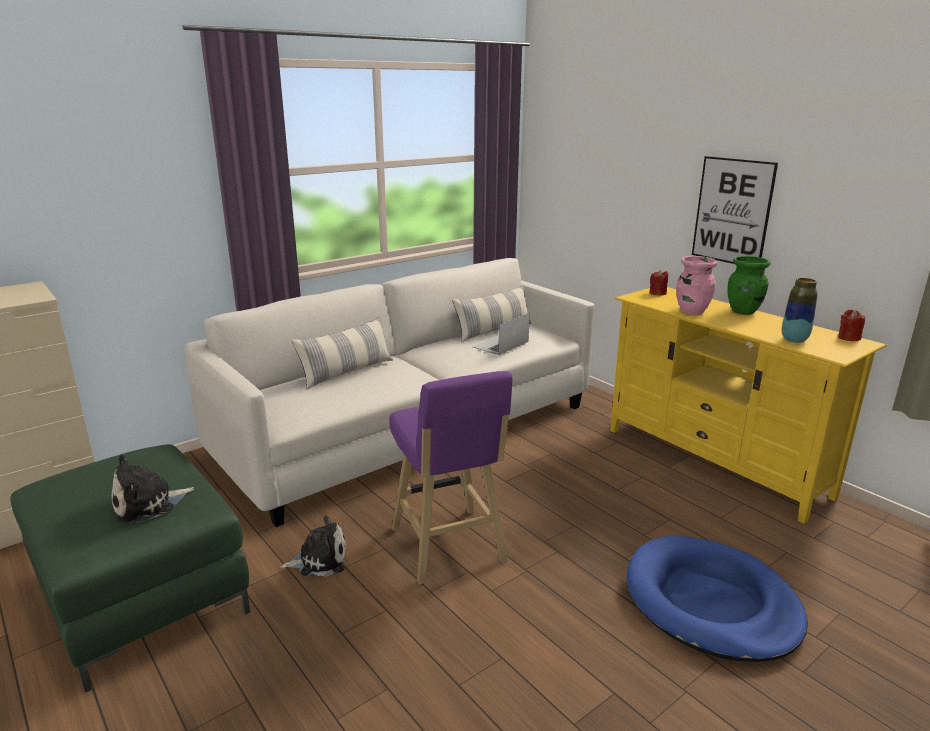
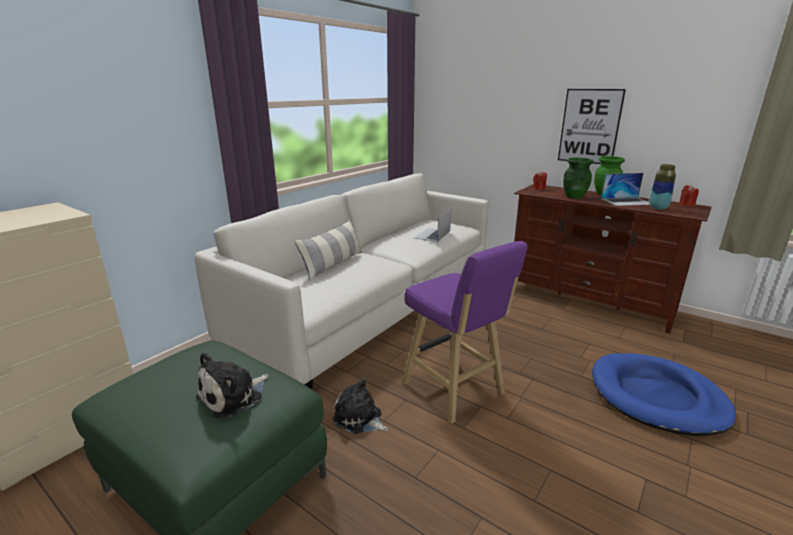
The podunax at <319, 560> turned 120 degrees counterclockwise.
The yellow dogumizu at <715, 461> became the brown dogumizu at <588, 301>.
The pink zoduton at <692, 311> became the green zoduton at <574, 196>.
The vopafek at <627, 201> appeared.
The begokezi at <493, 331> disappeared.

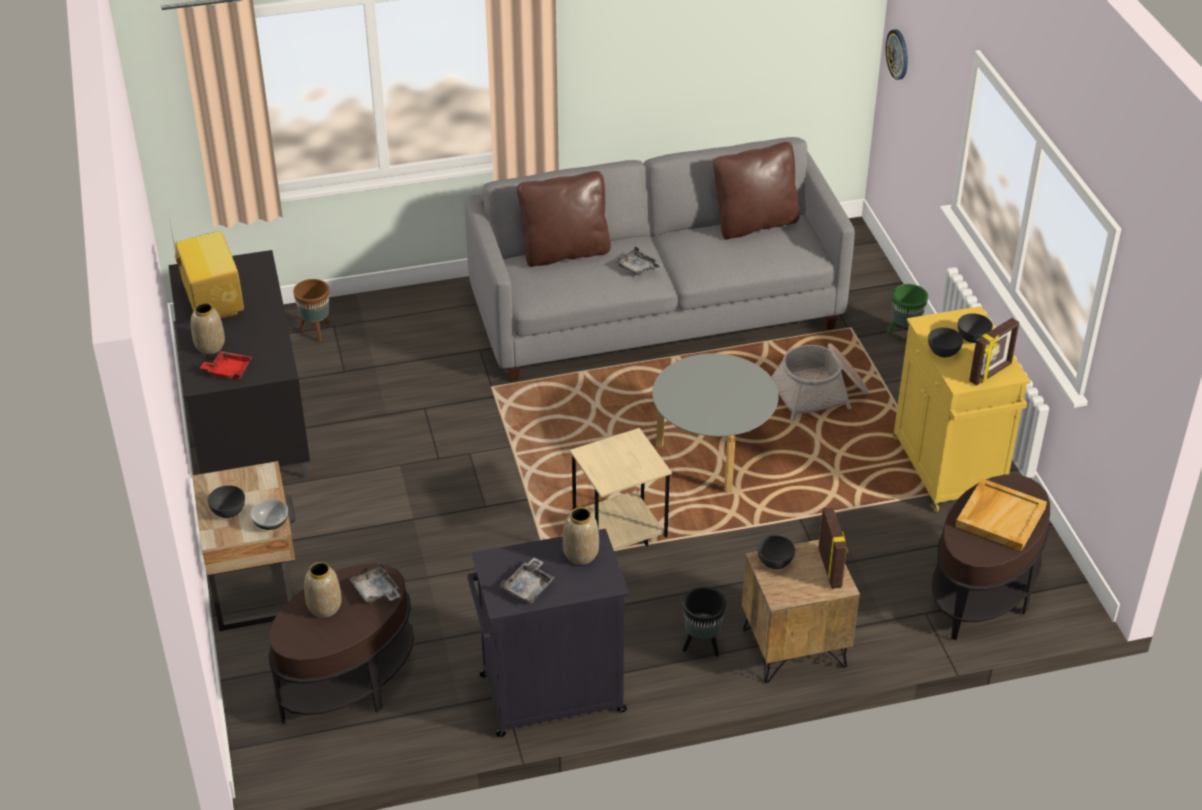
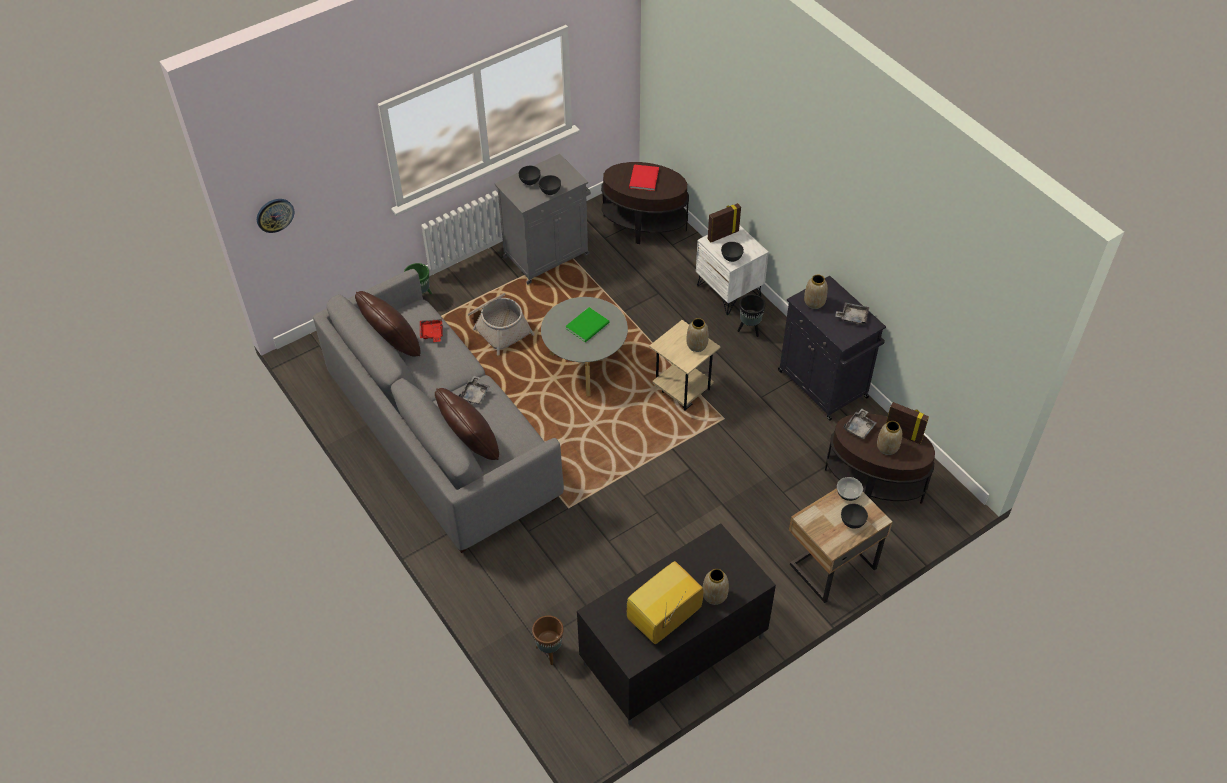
The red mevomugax moved from <228, 370> to <432, 333>.
The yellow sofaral at <948, 470> became the grey sofaral at <547, 255>.
The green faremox at <589, 325> appeared.
The beige mevomugax at <1000, 516> was replaced by the red faremox at <643, 179>.
The zoduton at <696, 345> appeared.
The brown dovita at <794, 649> became the white dovita at <729, 291>.
The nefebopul moved from <991, 373> to <903, 434>.

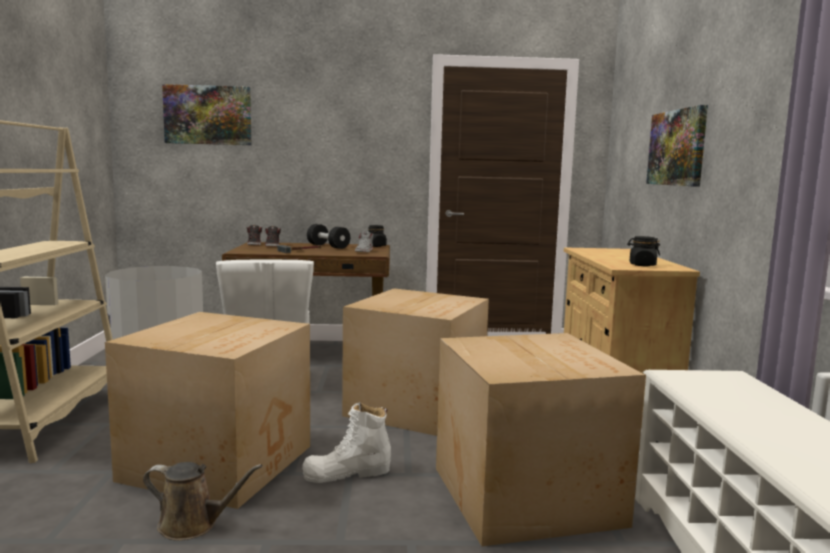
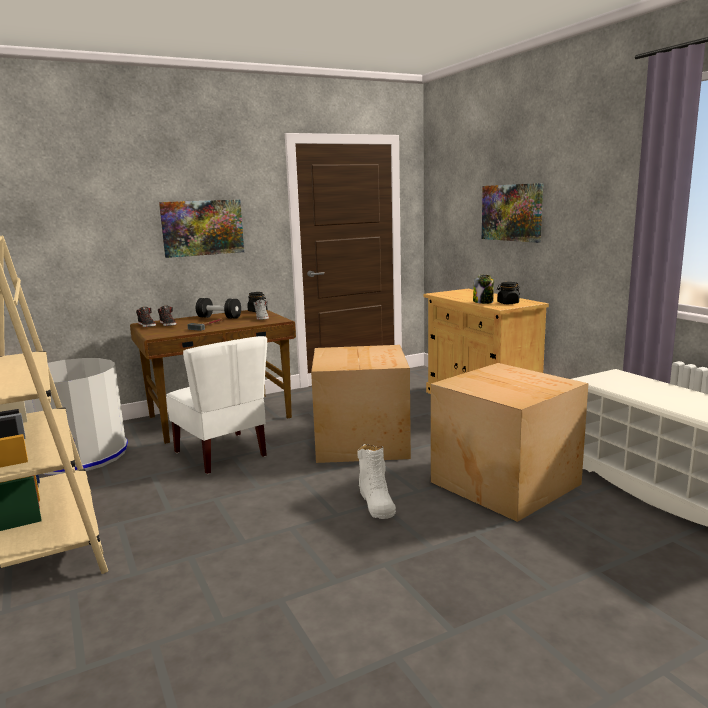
The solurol moved from <208, 115> to <202, 228>.
The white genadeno at <347, 473> turned 60 degrees counterclockwise.
The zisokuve at <483, 302> appeared.
The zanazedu at <221, 462> disappeared.
The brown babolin at <193, 525> disappeared.

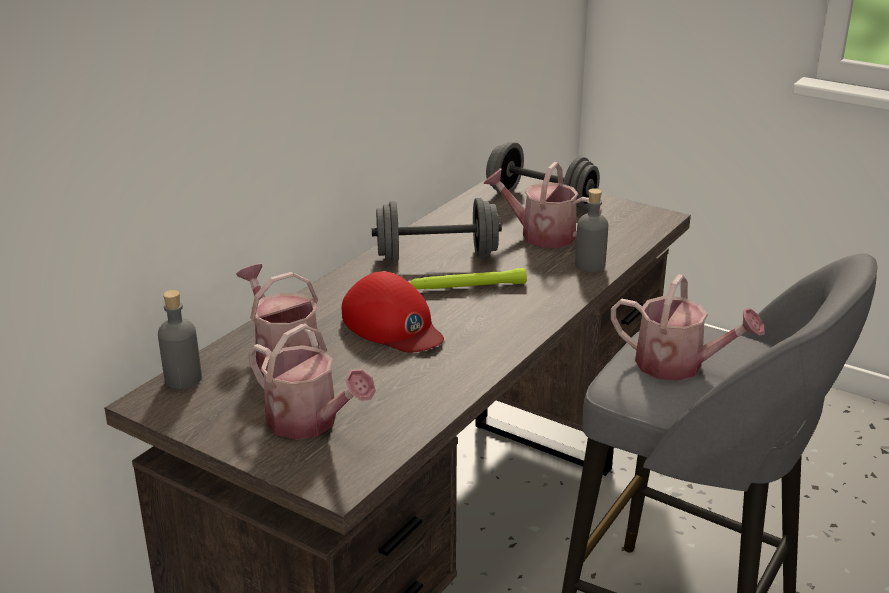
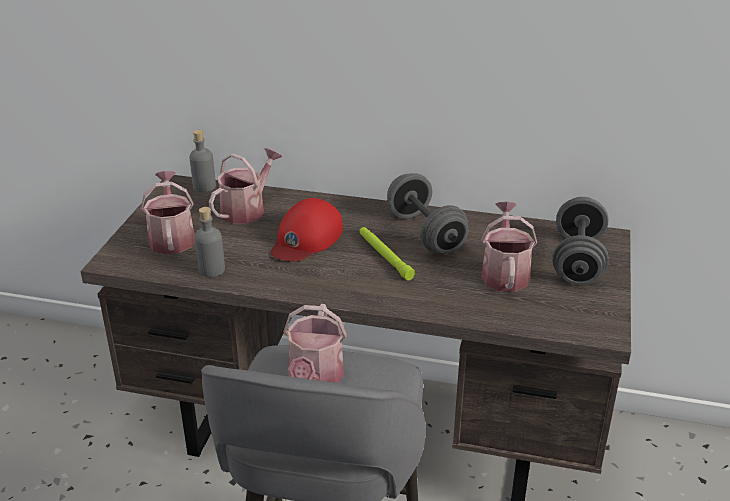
The babolin at <310, 423> turned 150 degrees clockwise.
The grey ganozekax moved from <590, 265> to <211, 270>.

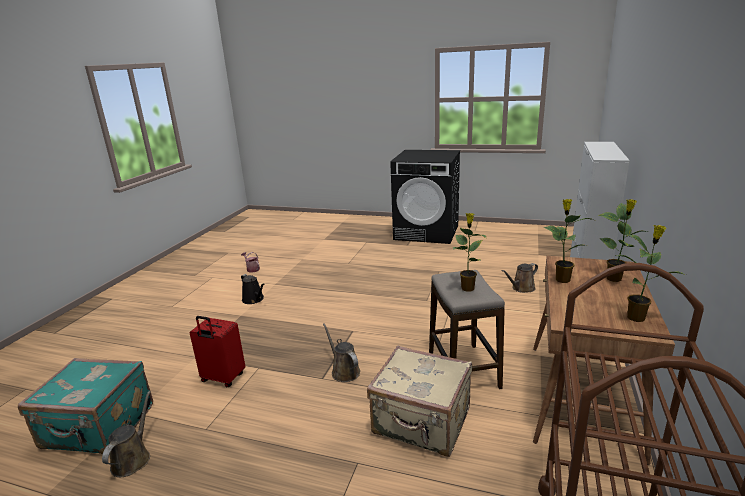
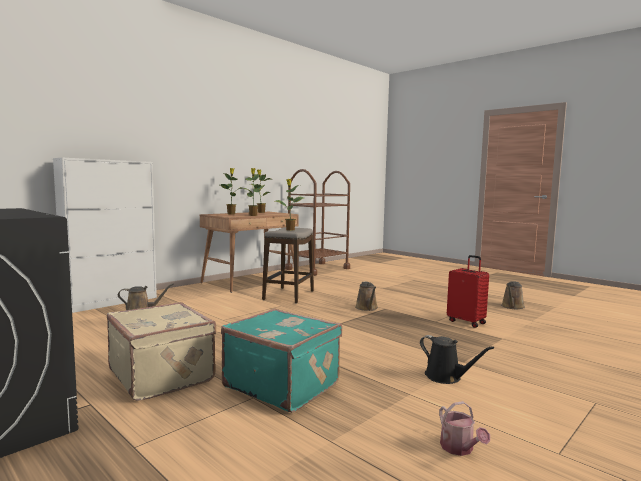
The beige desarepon moved from <422, 423> to <163, 375>.
The turquoise desarepon moved from <98, 428> to <282, 384>.
The black babolin at <254, 299> turned 150 degrees clockwise.

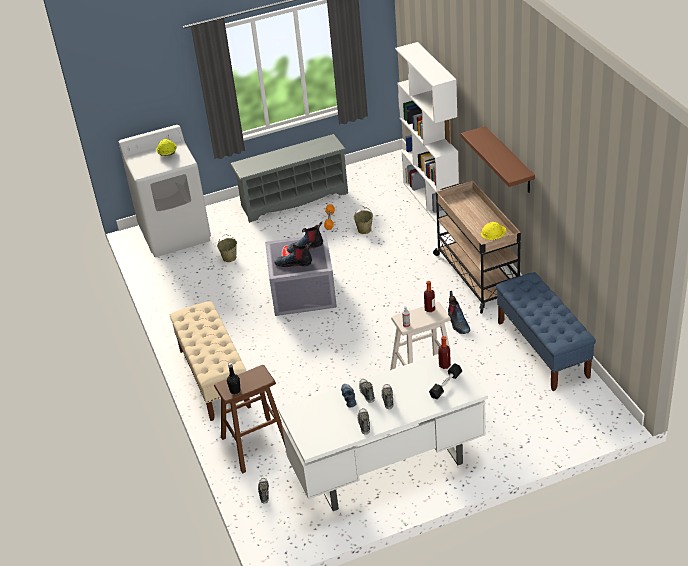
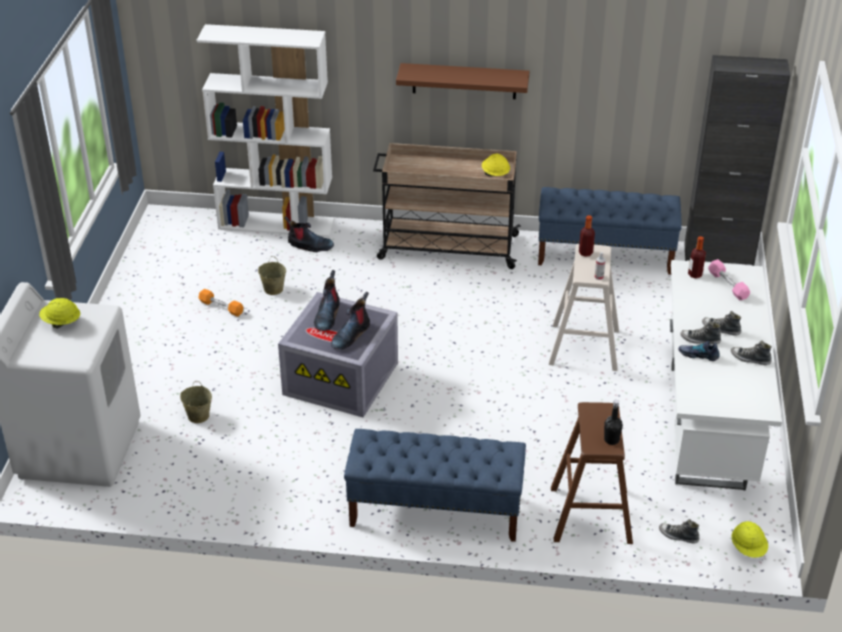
The genadeno moved from <458, 323> to <309, 246>.
The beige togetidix at <214, 378> became the blue togetidix at <434, 511>.
The black sofaral at <718, 254> appeared.
The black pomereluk at <445, 385> became the pink pomereluk at <728, 285>.
The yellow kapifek at <748, 548> appeared.
The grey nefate at <294, 199> disappeared.

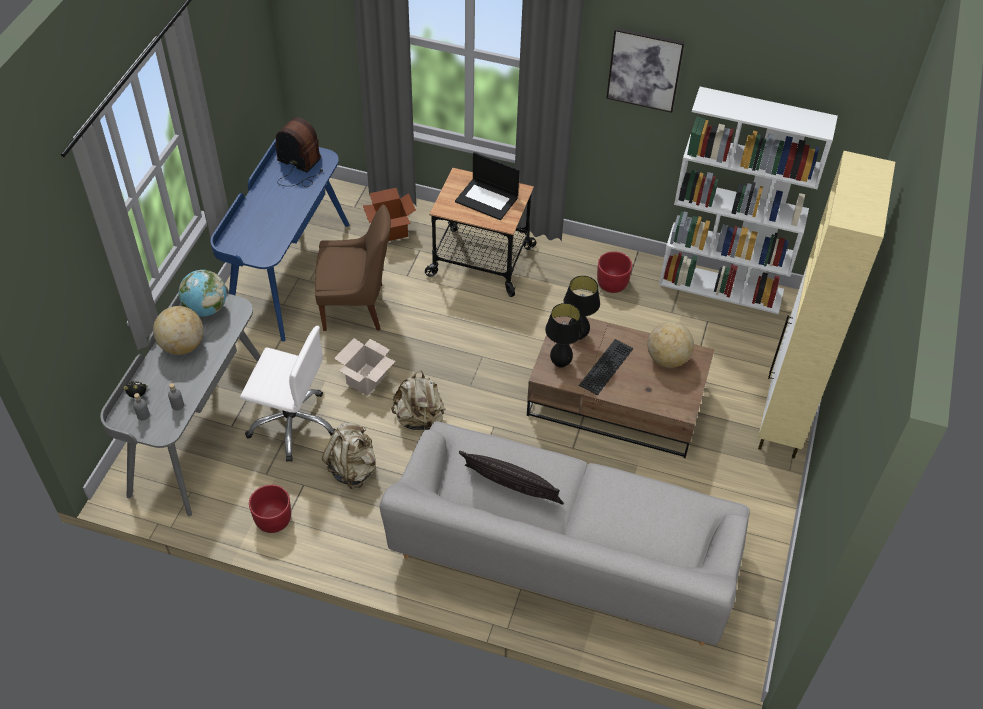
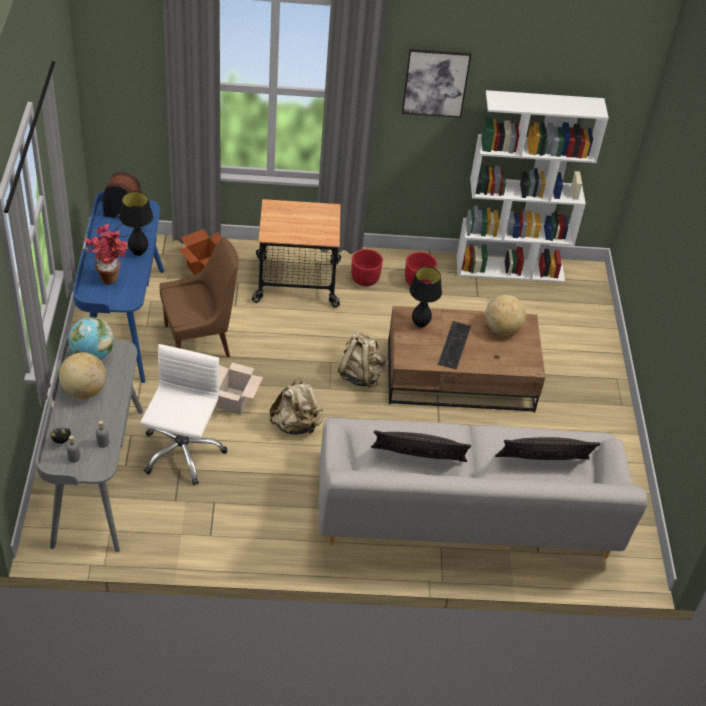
The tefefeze at <110, 275> appeared.
The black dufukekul moved from <560, 363> to <138, 253>.
The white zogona at <292, 423> turned 75 degrees counterclockwise.
The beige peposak moved from <352, 468> to <360, 375>.
The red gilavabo moved from <273, 519> to <364, 279>.
The begokezi at <542, 462> appeared.
The vopafek at <487, 199> disappeared.
The beige sofaral at <782, 421> disappeared.

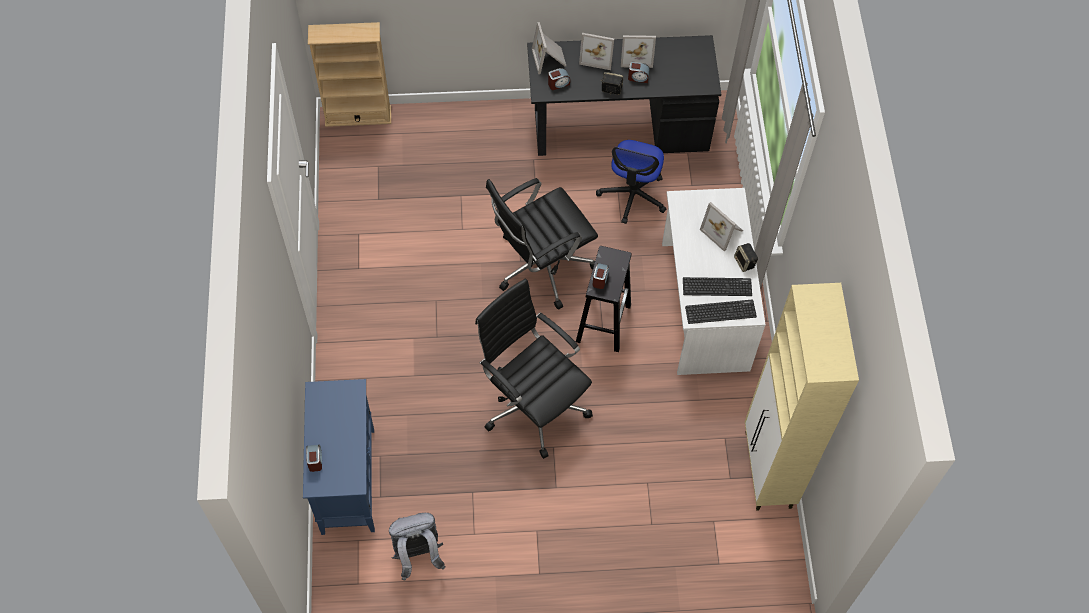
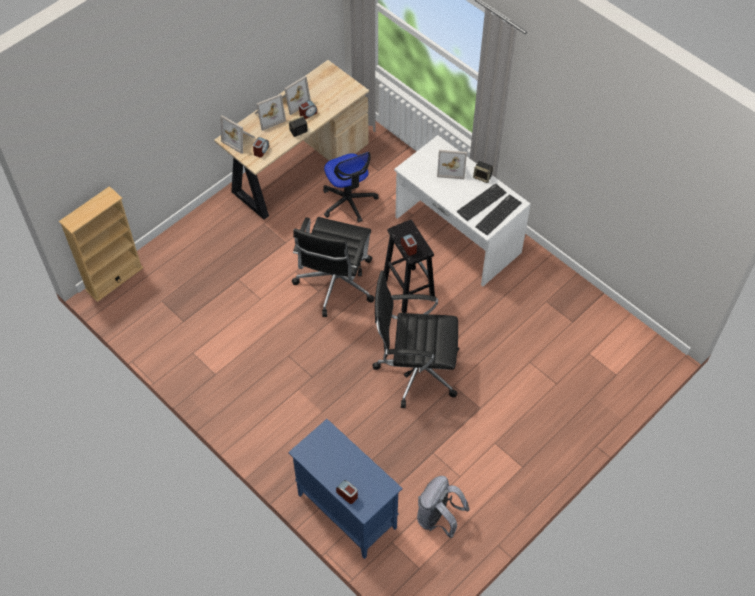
The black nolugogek at <617, 127> became the beige nolugogek at <297, 168>.
The beige sofaral at <768, 471> disappeared.

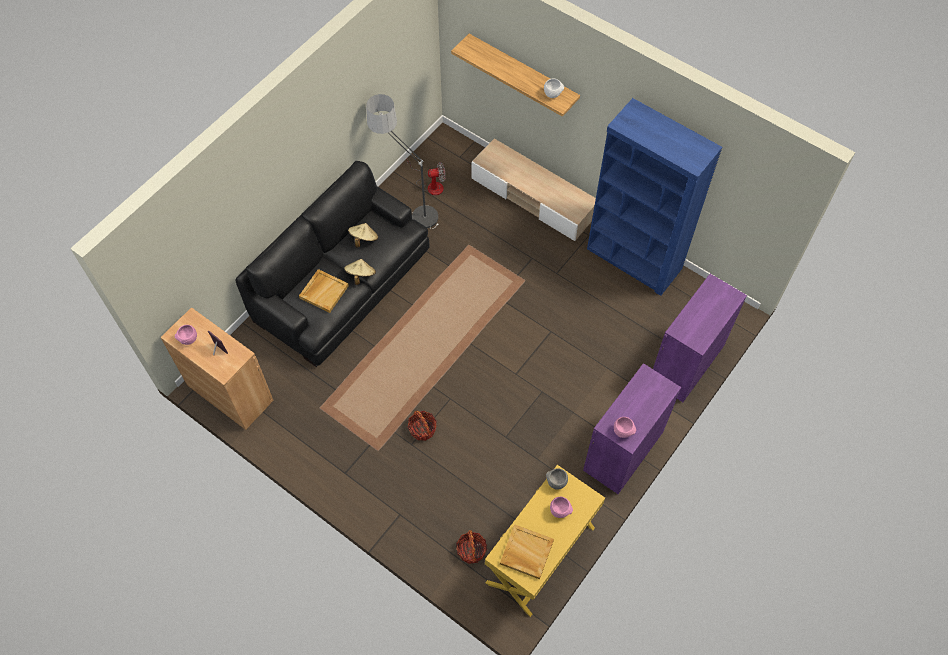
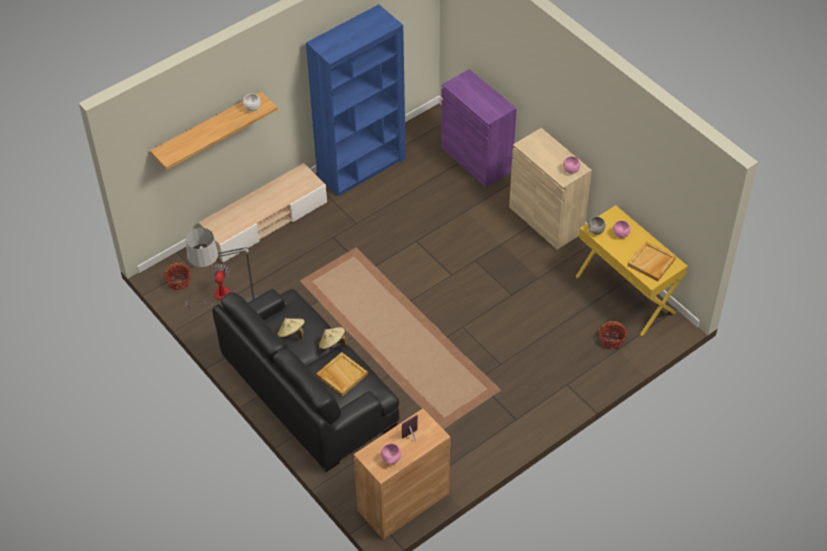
The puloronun moved from <422, 429> to <179, 281>.
The purple sofaral at <623, 451> became the beige sofaral at <546, 219>.

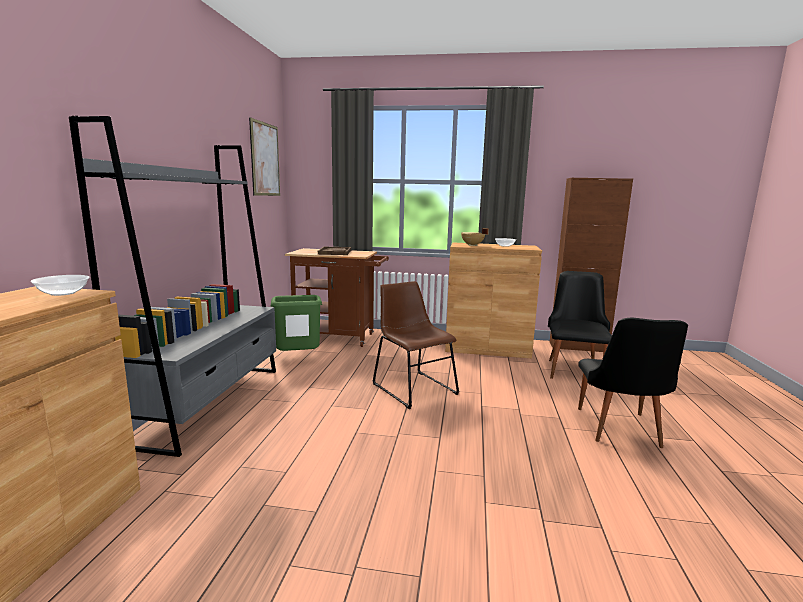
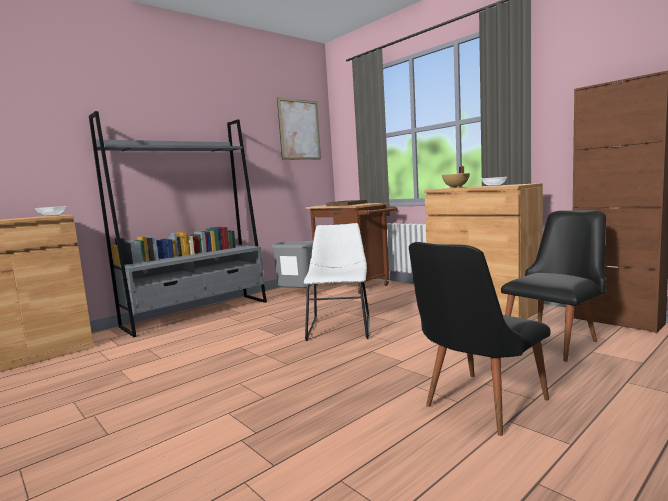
The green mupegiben at <298, 358> became the grey mupegiben at <297, 295>.
The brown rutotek at <412, 387> became the white rutotek at <340, 327>.

